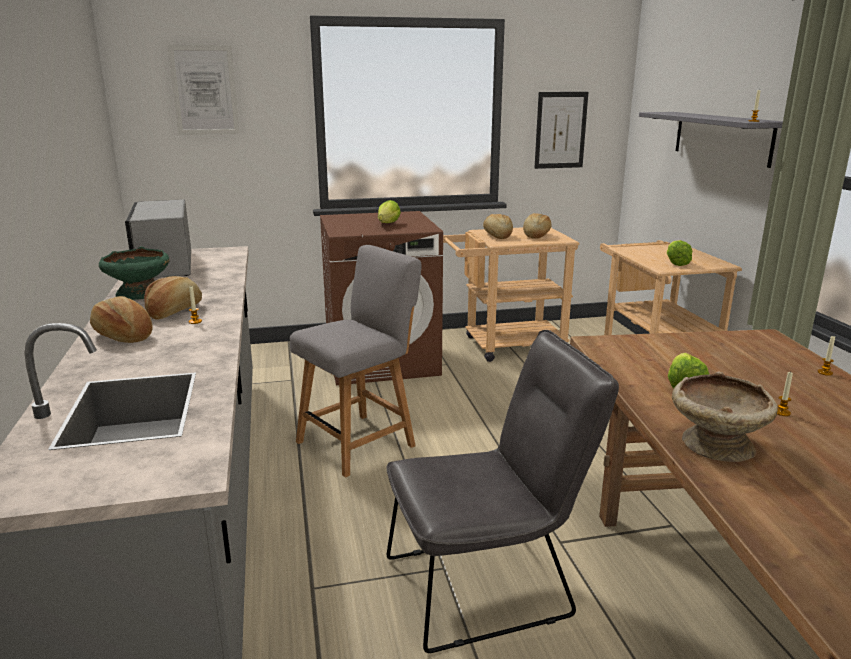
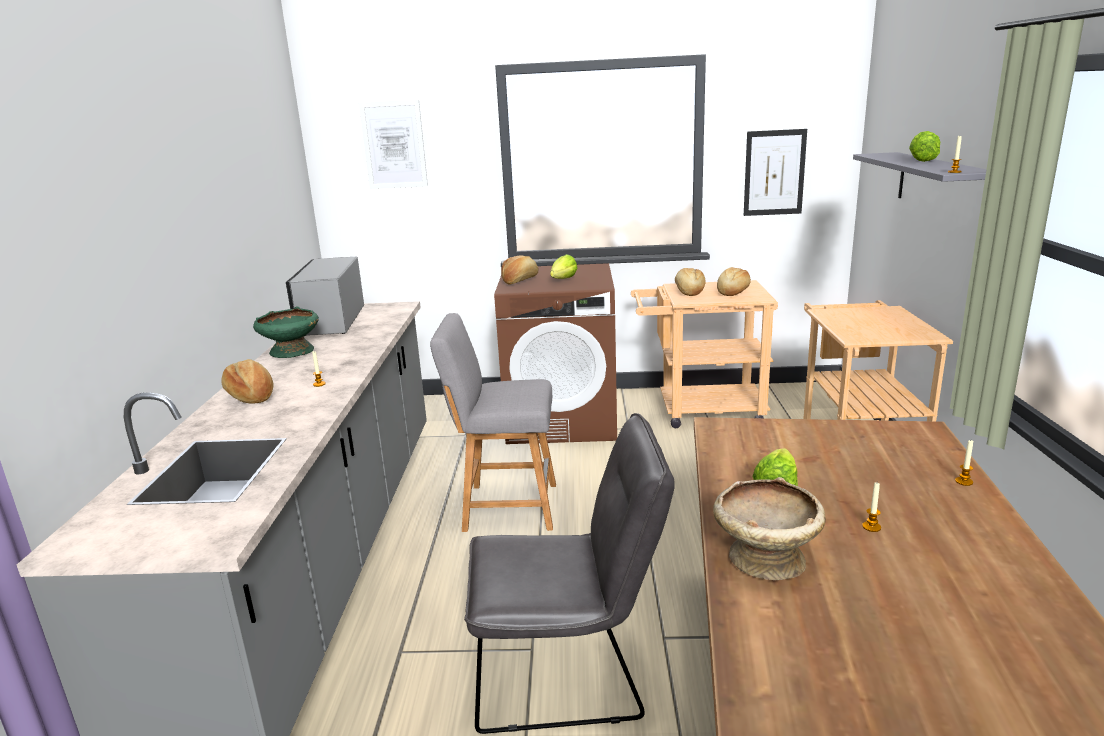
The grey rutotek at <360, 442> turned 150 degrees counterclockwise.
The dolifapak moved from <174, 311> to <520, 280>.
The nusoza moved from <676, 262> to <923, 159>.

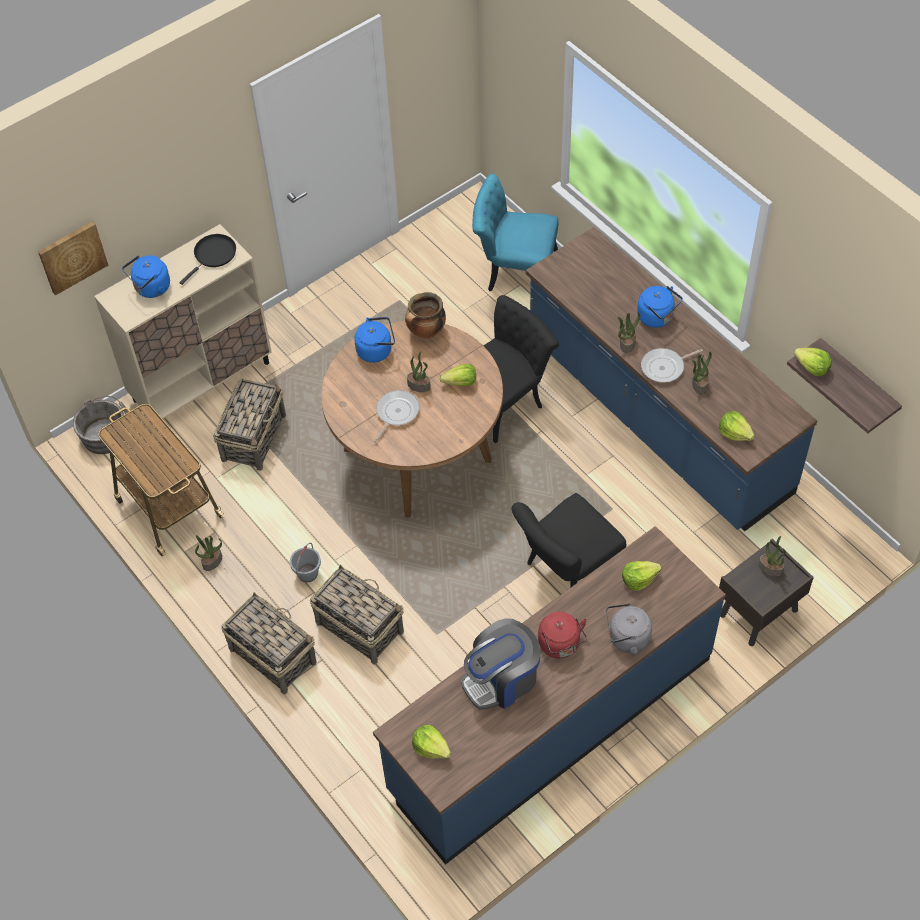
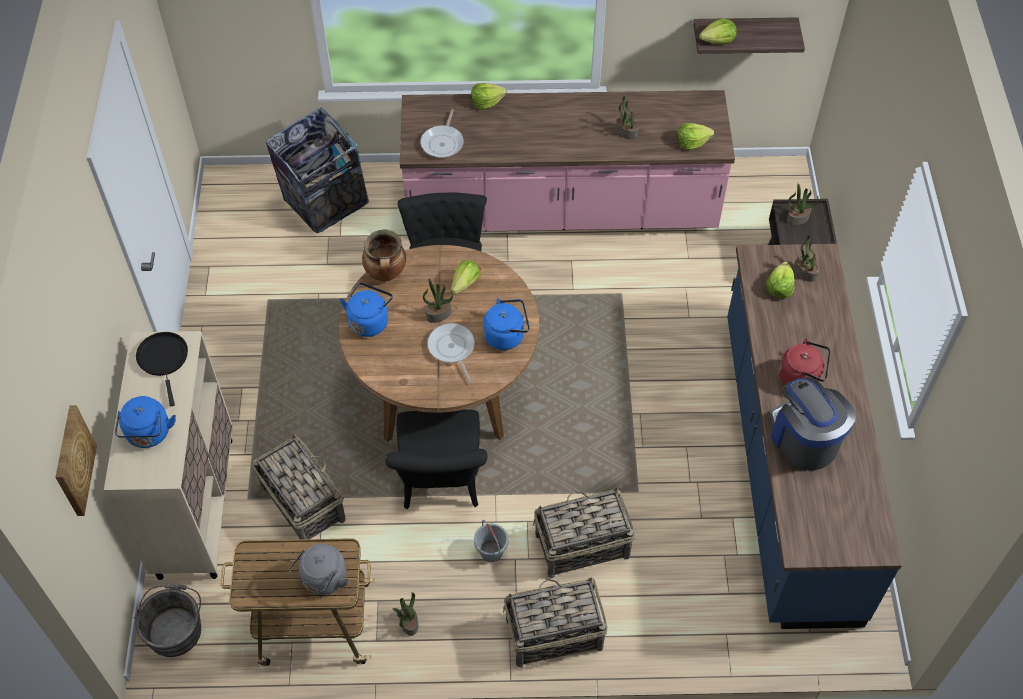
The turquoise rutotek at <514, 272> was replaced by the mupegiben at <324, 204>.
The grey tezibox moved from <626, 638> to <323, 580>.
The black rutotek moved from <566, 572> to <441, 485>.
The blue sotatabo at <656, 417> became the pink sotatabo at <561, 210>.
The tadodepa moved from <665, 367> to <443, 142>.
The nusoza moved from <431, 747> to <486, 102>.
The blue tezibox moved from <657, 317> to <506, 335>.
The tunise at <502, 679> turned 150 degrees clockwise.
The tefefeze moved from <627, 343> to <804, 272>.

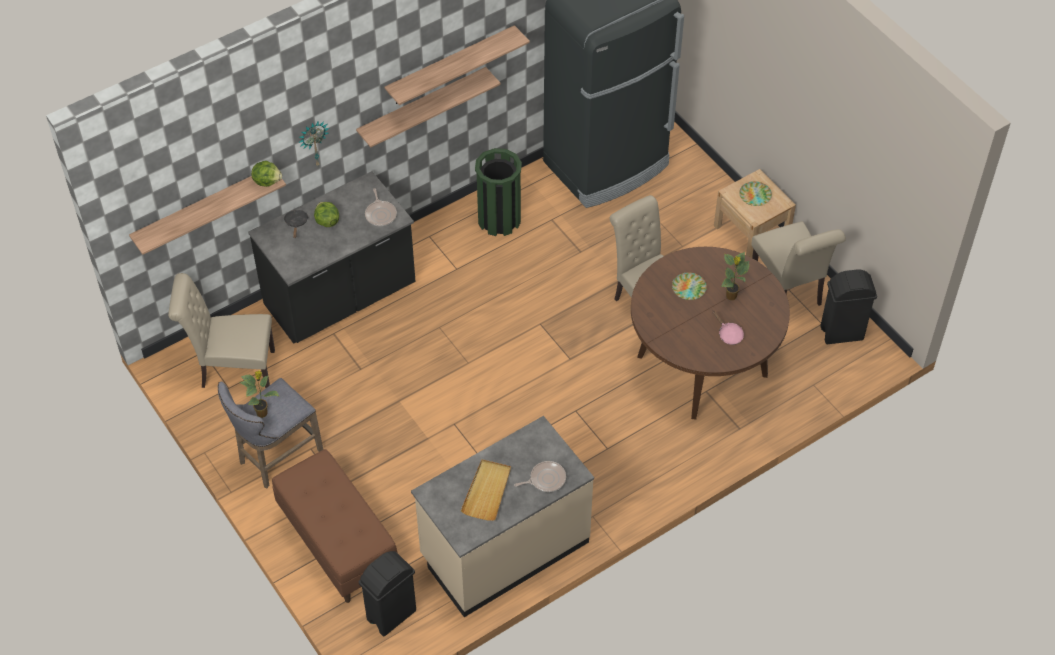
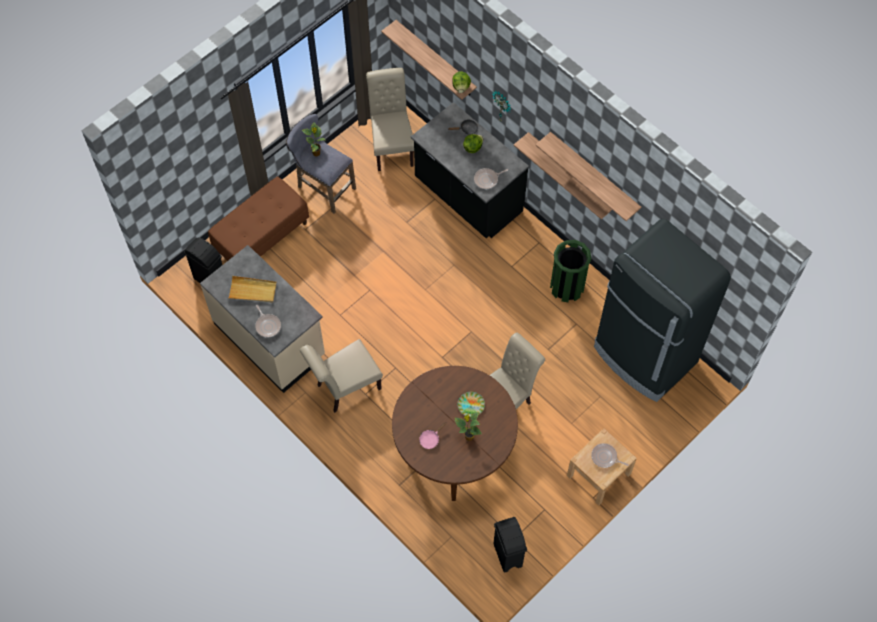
The beige rutotek moved from <789, 290> to <345, 388>.
The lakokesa at <755, 195> was replaced by the tadodepa at <605, 457>.

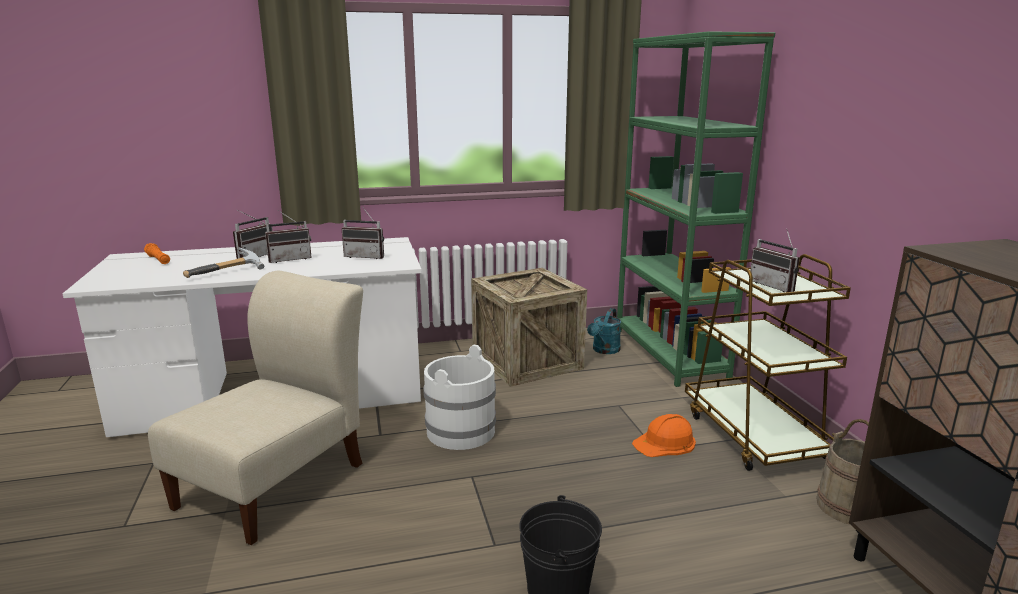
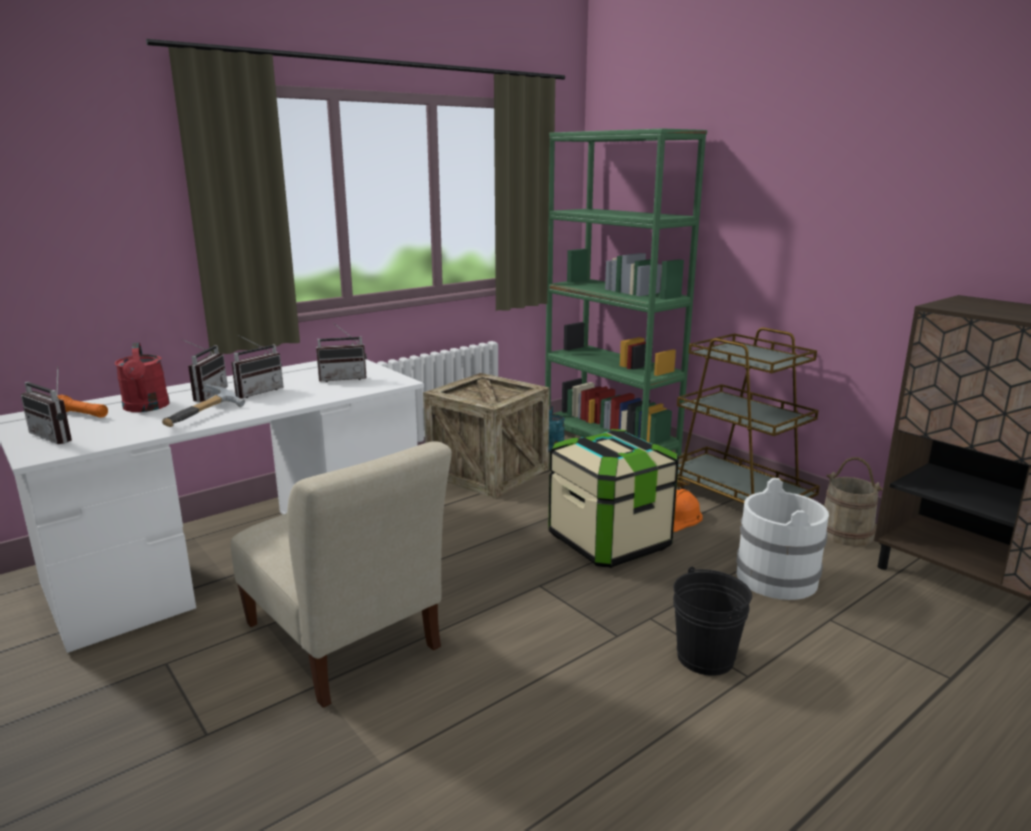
The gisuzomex moved from <775, 286> to <58, 436>.
The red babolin at <146, 408> appeared.
The beige rutotek at <277, 481> turned 135 degrees clockwise.
The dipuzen at <610, 541> appeared.
The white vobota moved from <461, 431> to <777, 578>.

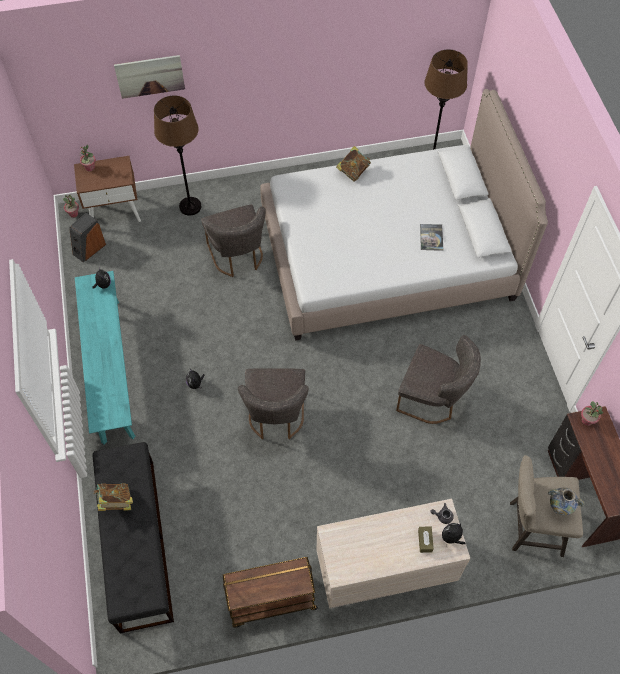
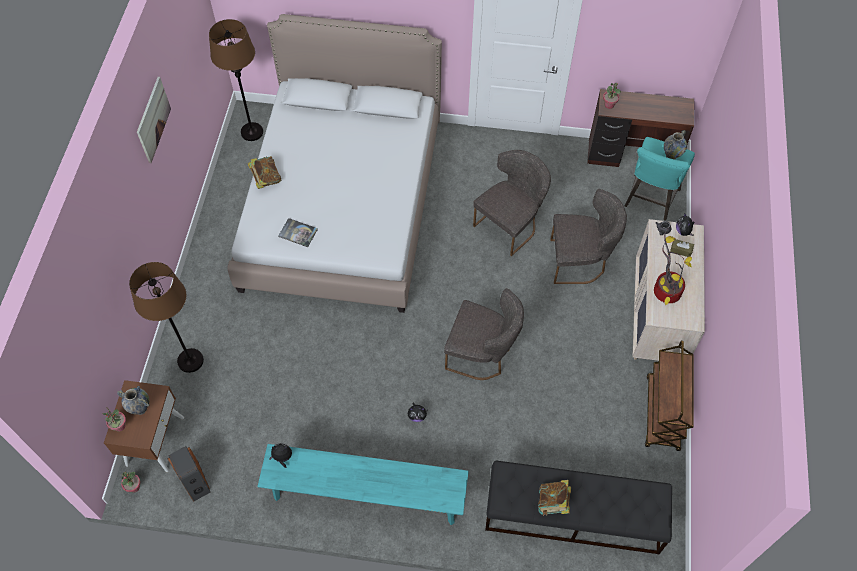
The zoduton at <140, 408> appeared.
The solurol moved from <150, 76> to <153, 119>.
The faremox moved from <431, 237> to <298, 233>.
The grey rutotek moved from <238, 257> to <580, 261>.
The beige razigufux at <530, 527> became the turquoise razigufux at <650, 200>.
The tefefeze at <665, 290> appeared.

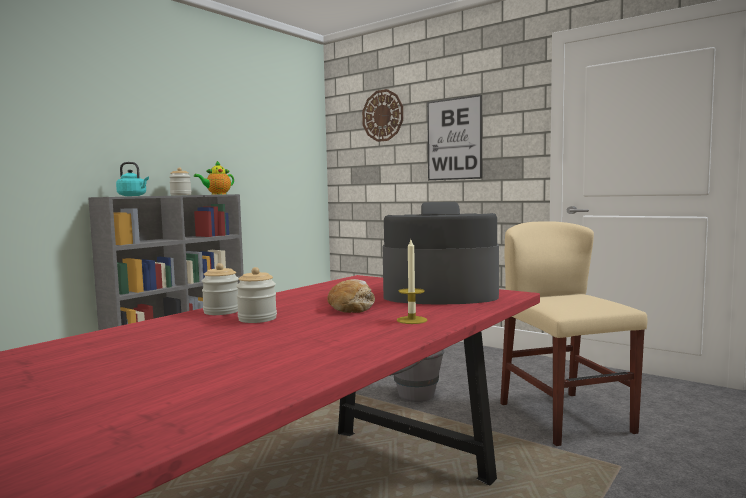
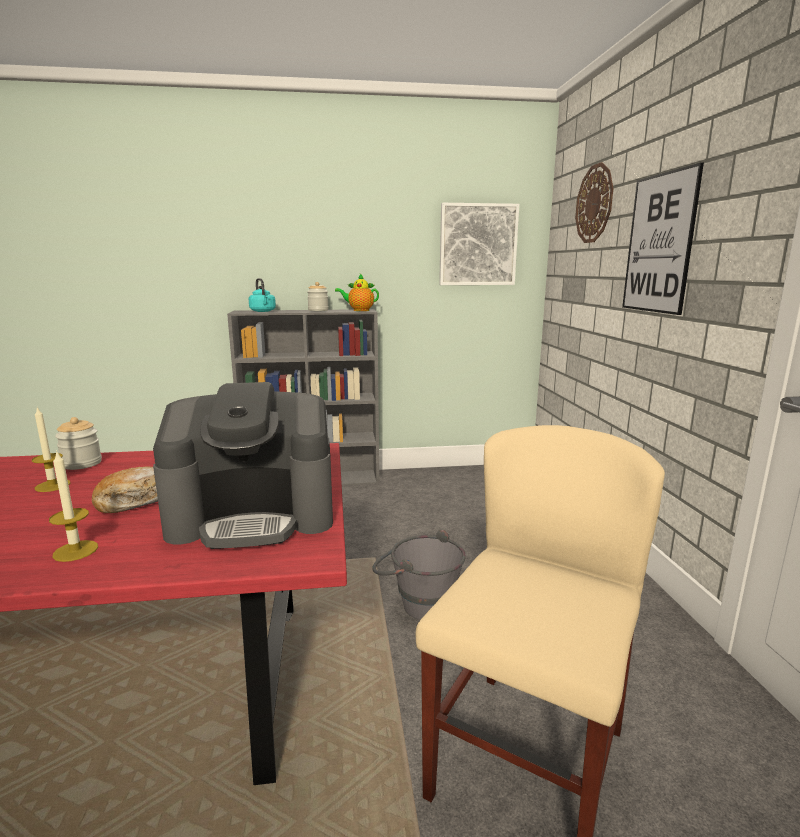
The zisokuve at <257, 319> was replaced by the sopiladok at <52, 485>.
The tunise at <439, 294> turned 120 degrees clockwise.
The solurol at <477, 245> appeared.

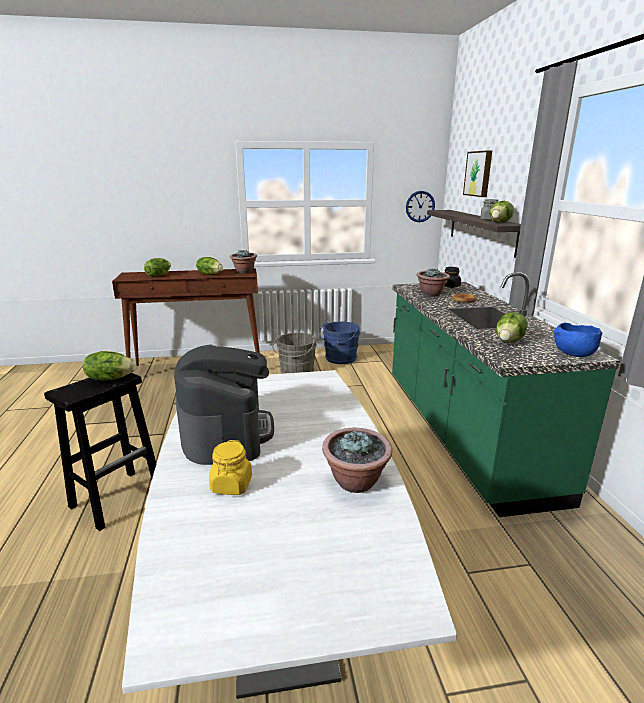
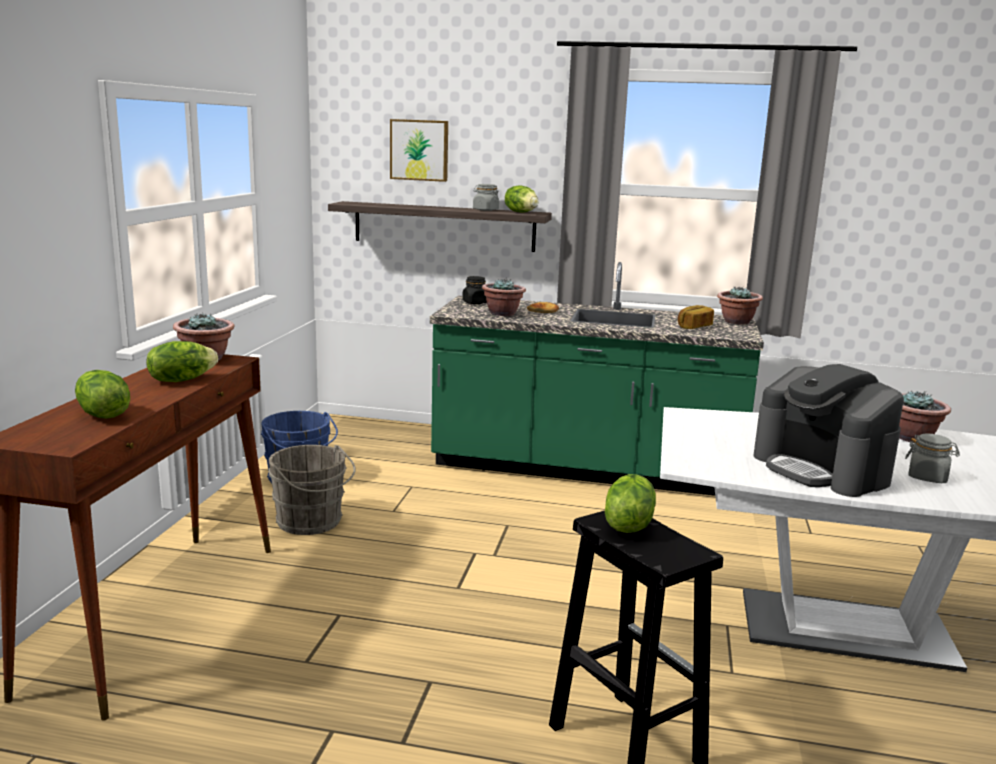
The nusoza at <509, 341> was replaced by the dolifapak at <694, 327>.
The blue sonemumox at <573, 354> was replaced by the tefefeze at <737, 322>.
The tunise at <226, 432> turned 135 degrees counterclockwise.
The yellow zisokuve at <231, 485> became the grey zisokuve at <927, 477>.
The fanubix at <420, 206> disappeared.

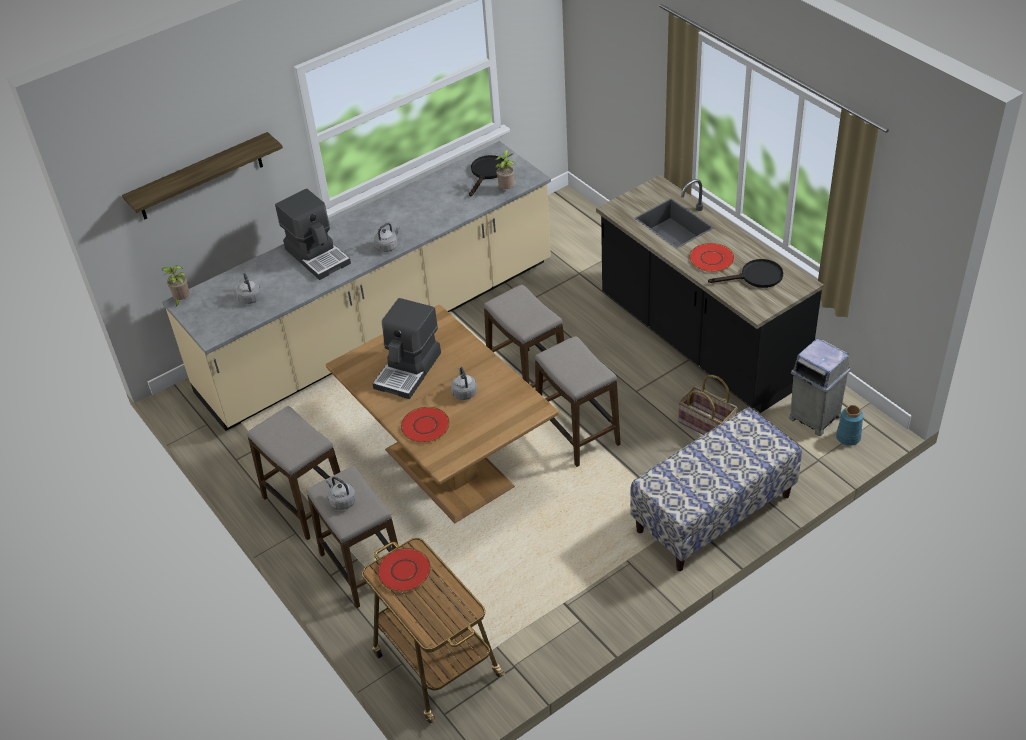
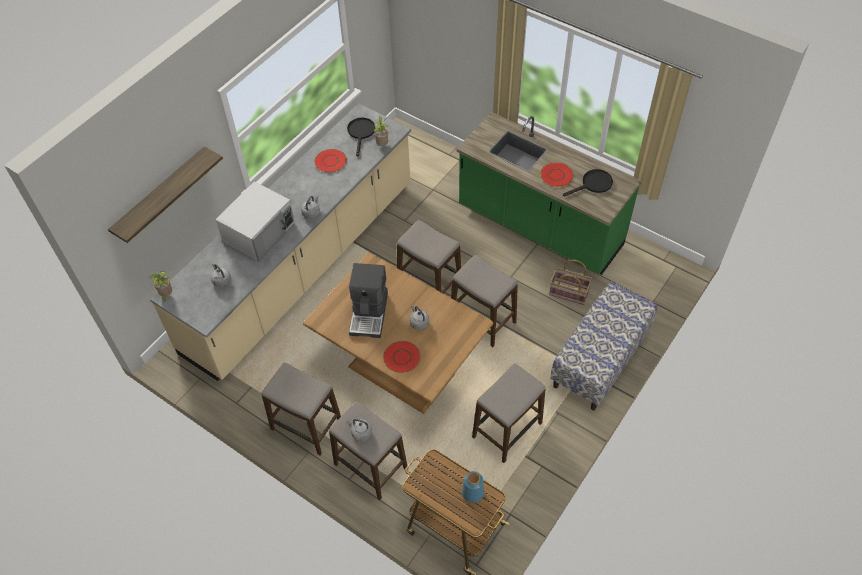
The tunise at <318, 255> was replaced by the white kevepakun at <260, 231>.
The red lakokesa moved from <404, 571> to <330, 161>.
The black sotatabo at <699, 341> became the green sotatabo at <539, 227>.
The blue zoduton moved from <848, 437> to <472, 492>.
The razigufux at <507, 430> appeared.
The grey mupegiben at <814, 417> disappeared.

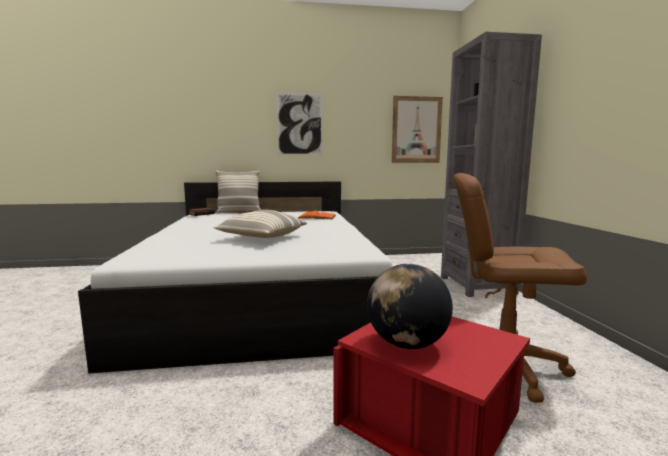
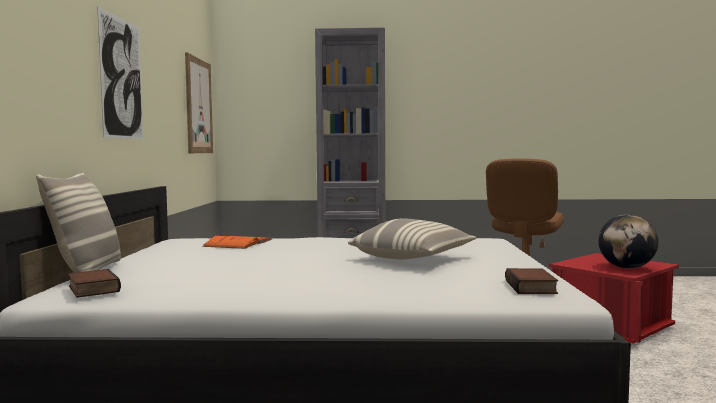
The faremox at <532, 287> appeared.

